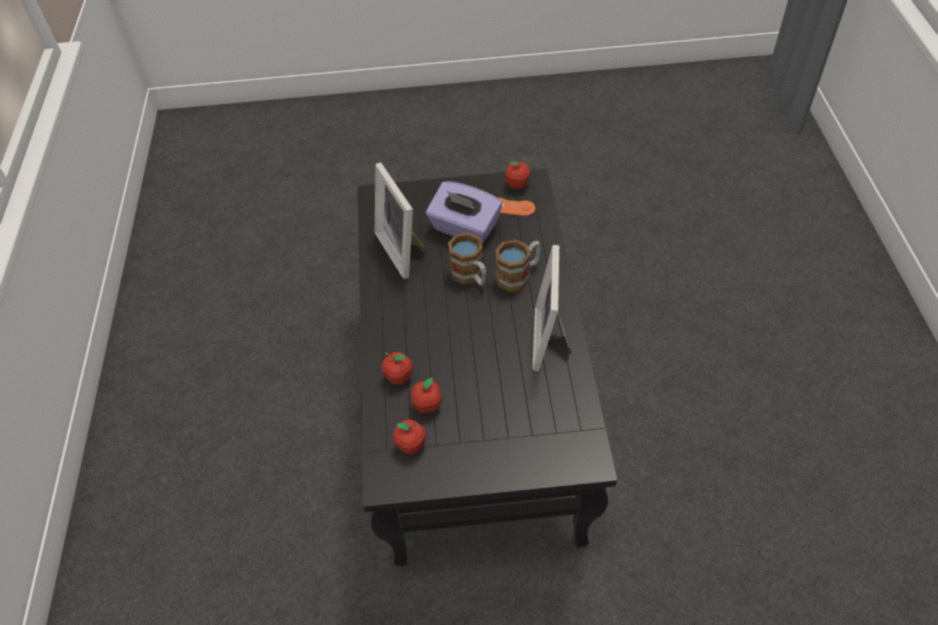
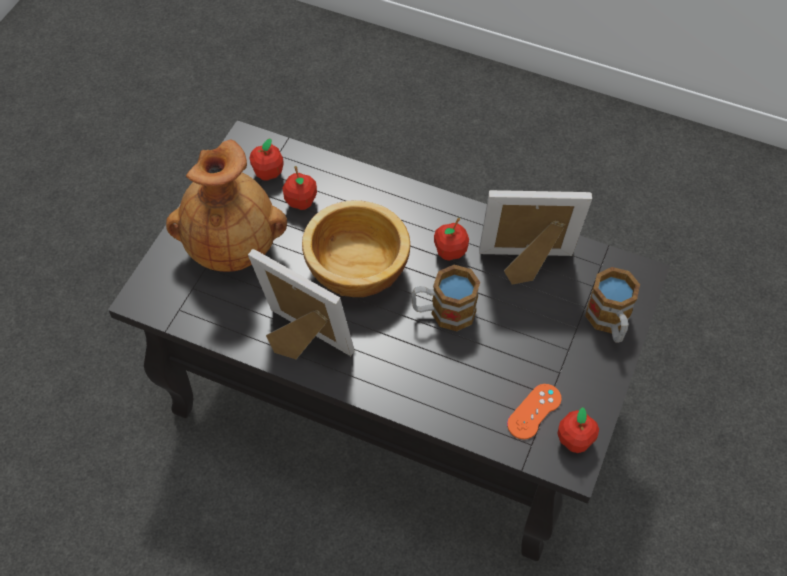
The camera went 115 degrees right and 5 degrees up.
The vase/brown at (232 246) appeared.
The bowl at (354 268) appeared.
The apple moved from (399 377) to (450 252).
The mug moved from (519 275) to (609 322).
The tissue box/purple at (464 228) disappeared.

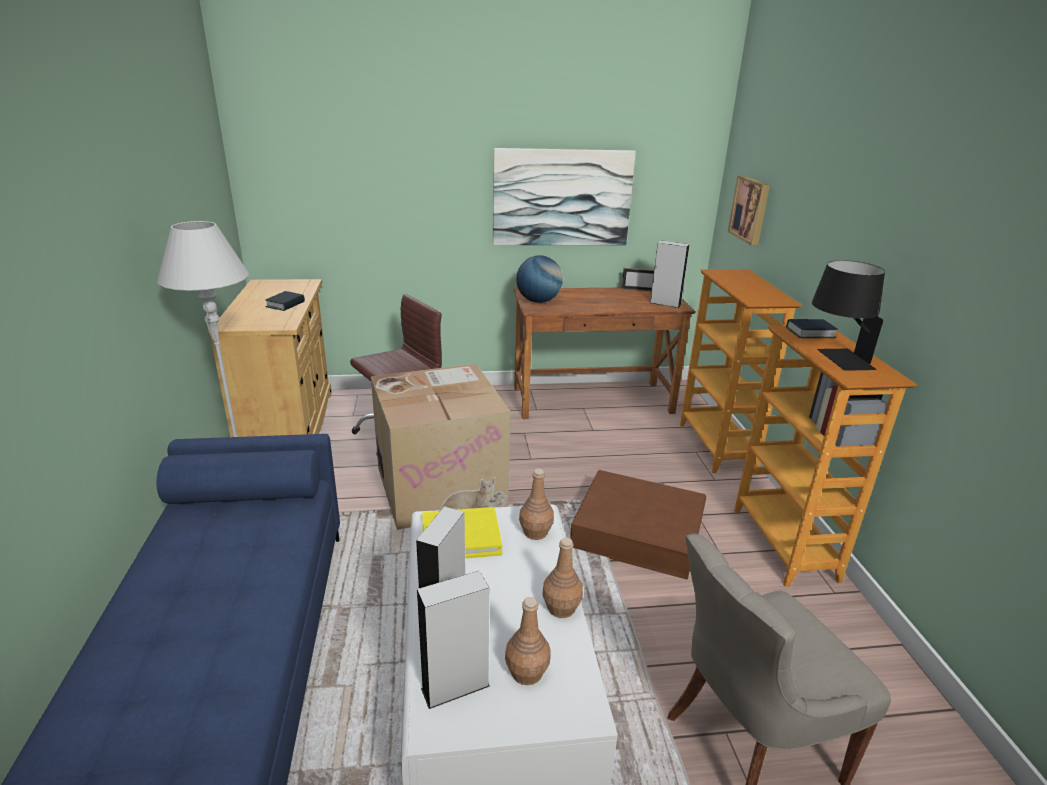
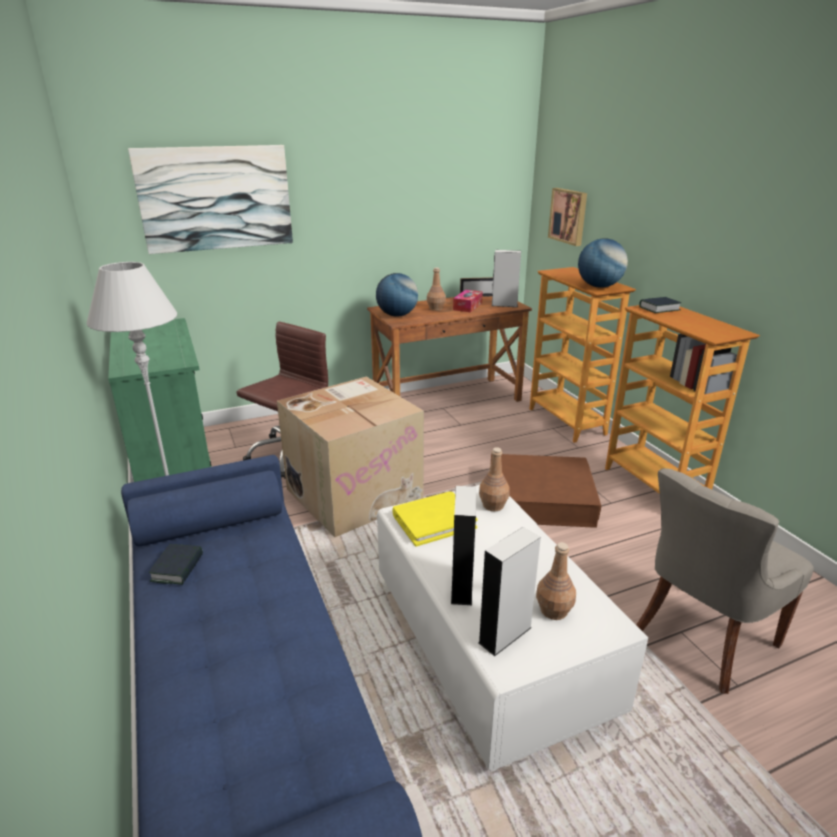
The camera went 15 degrees left and 0 degrees up.
The cabinet/beige at (289 425) became the cabinet/green at (175 466).
The picture moved from (562 198) to (216 198).
The book moved from (285 304) to (177 568).
The bottle/brown moved from (560 608) to (435 308).
The tissue box at (467 306) appeared.
The globe at (599 286) appeared.
The table lamp/black at (835 359) disappeared.

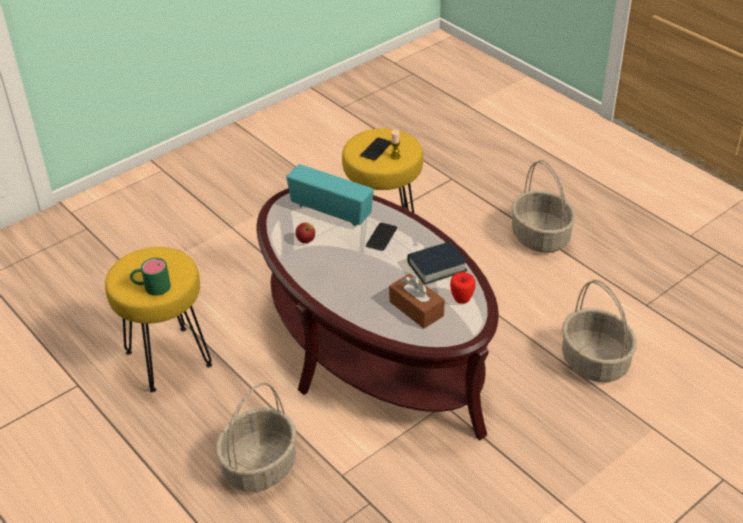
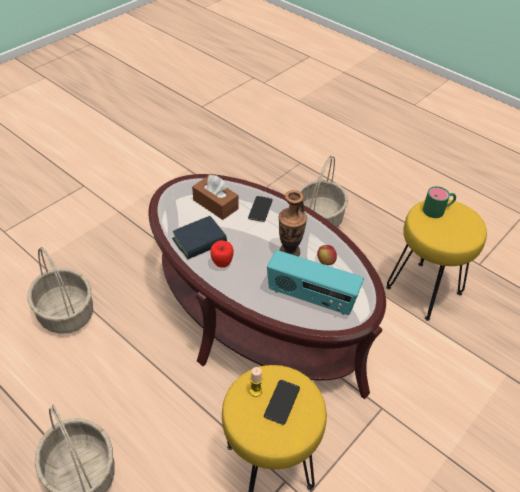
The camera went 170 degrees right and 5 degrees up.
The apple moved from (462 299) to (222 264).
The phone moved from (381 237) to (260 209).
The vase at (289 252) appeared.

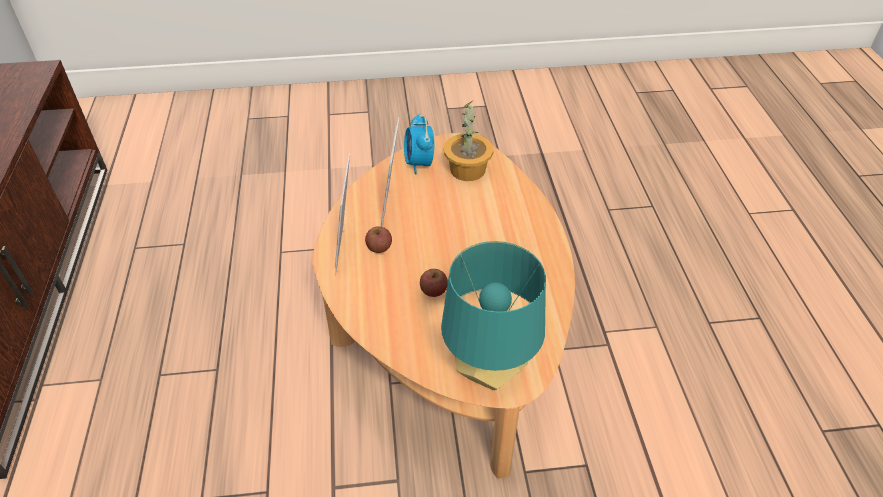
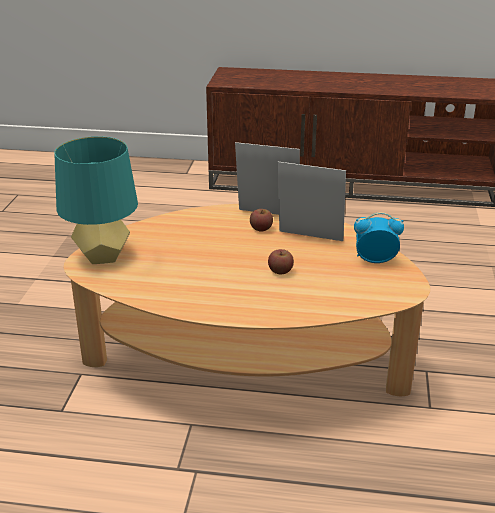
The camera went 105 degrees right and 15 degrees down.
The apple moved from (433 290) to (280 271).
The potted plant at (468 170) disappeared.

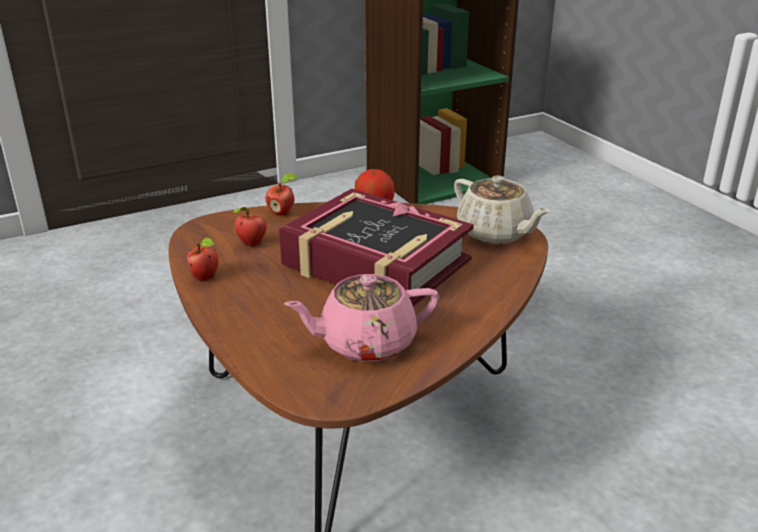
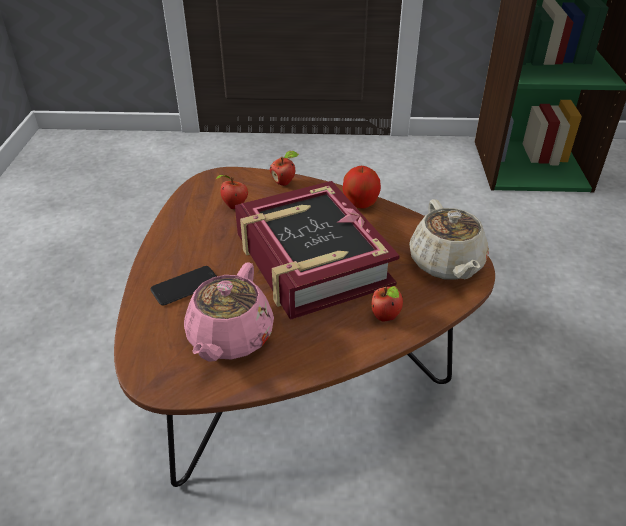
The camera went 30 degrees right and 10 degrees up.
The phone at (185 286) appeared.
The teapot/pink at (365 343) turned 90 degrees counterclockwise.
The apple moved from (206 278) to (386 317).

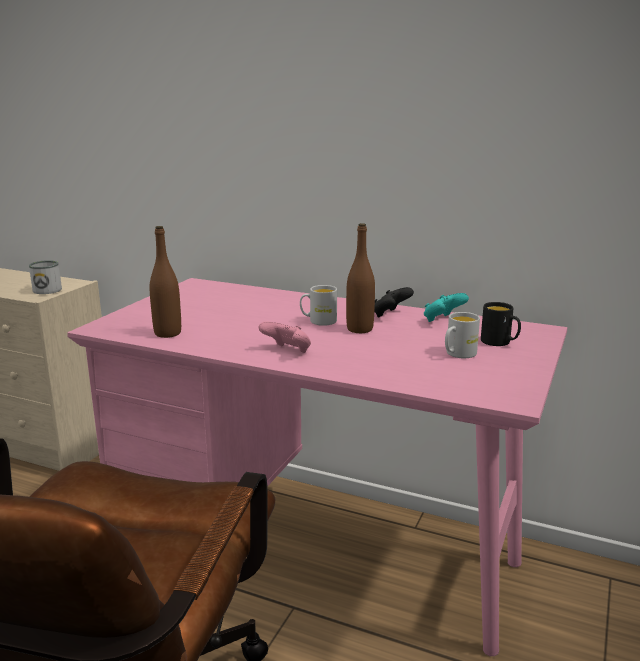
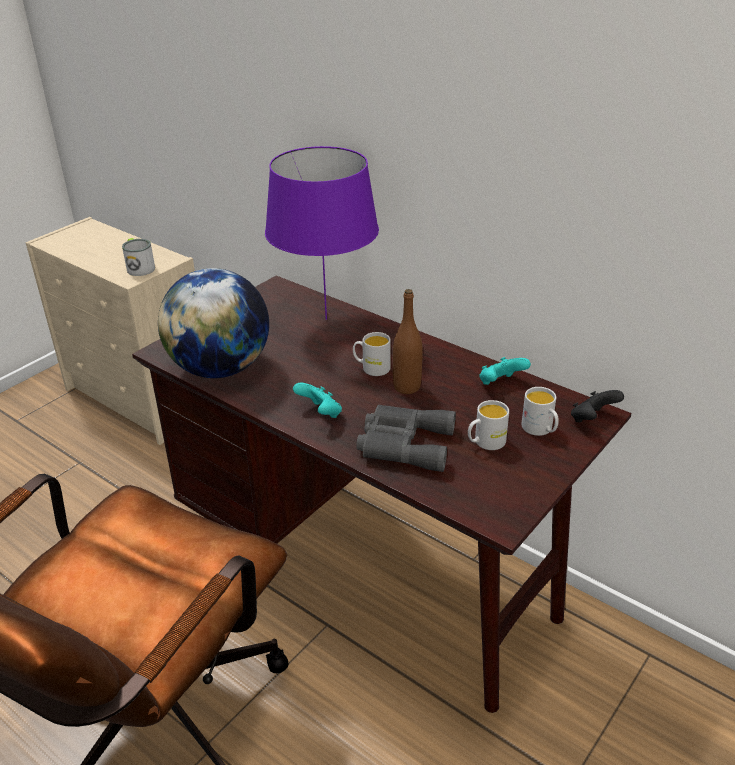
The camera went 15 degrees right and 15 degrees up.
The desk/pink at (320 551) became the desk/brown at (371 569).
The bottle/brown at (167 333) was replaced by the globe at (220 368).
The table lamp/purple at (325 319) appeared.
The game controller/pink at (287 351) became the game controller/turquoise at (320 413).
The binoculars/grey at (403 443) appeared.
The mug/black at (500 342) became the mug/white at (540 430).
The game controller/black moved from (390 315) to (592 419).

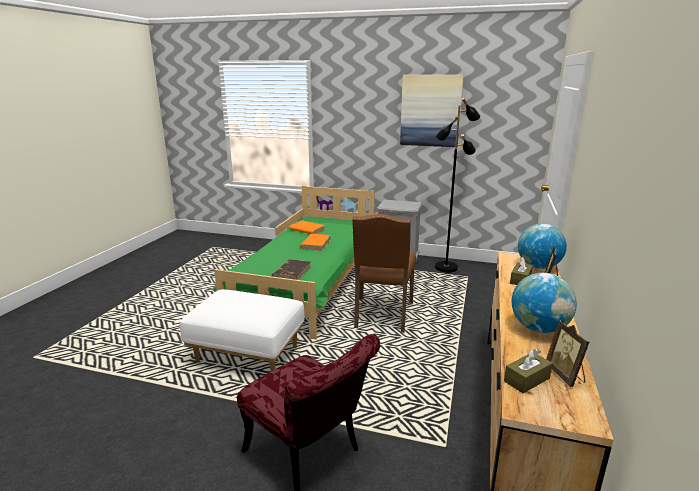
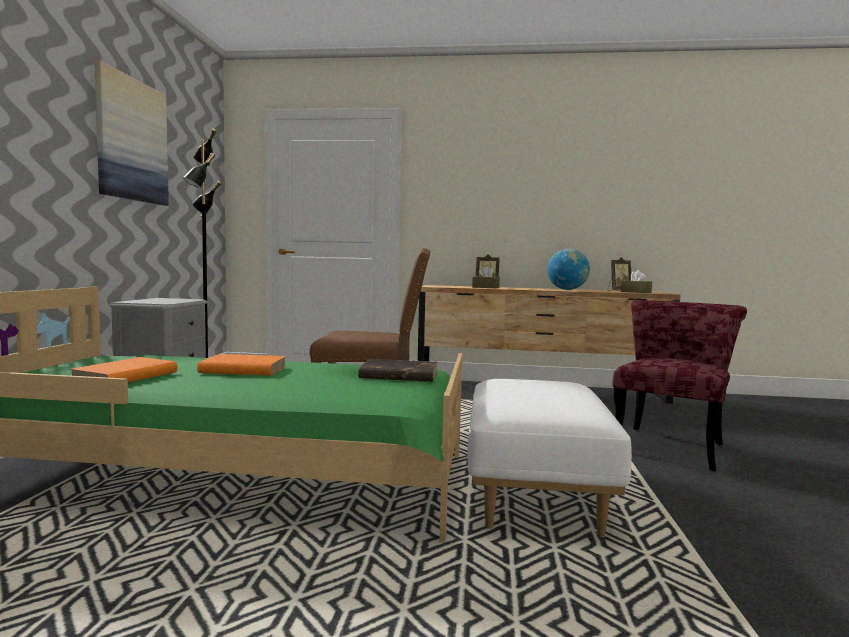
The camera went 100 degrees left and 15 degrees down.
The globe at (538 266) disappeared.

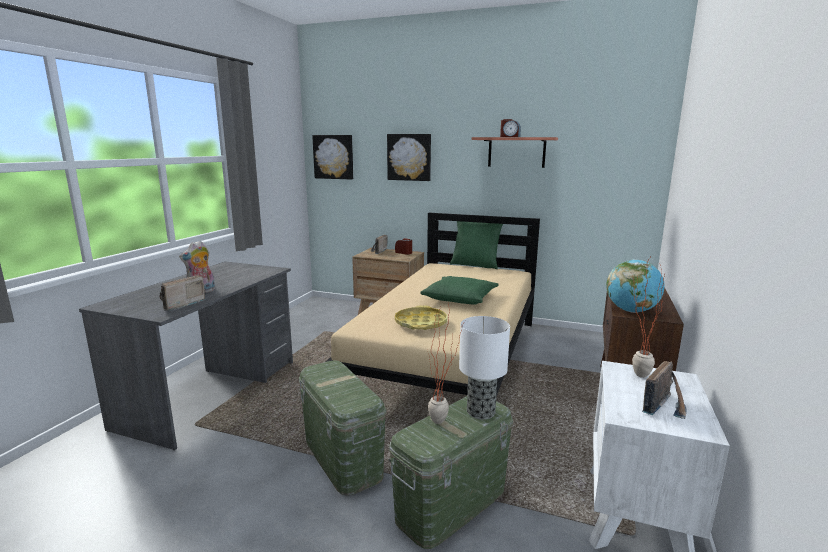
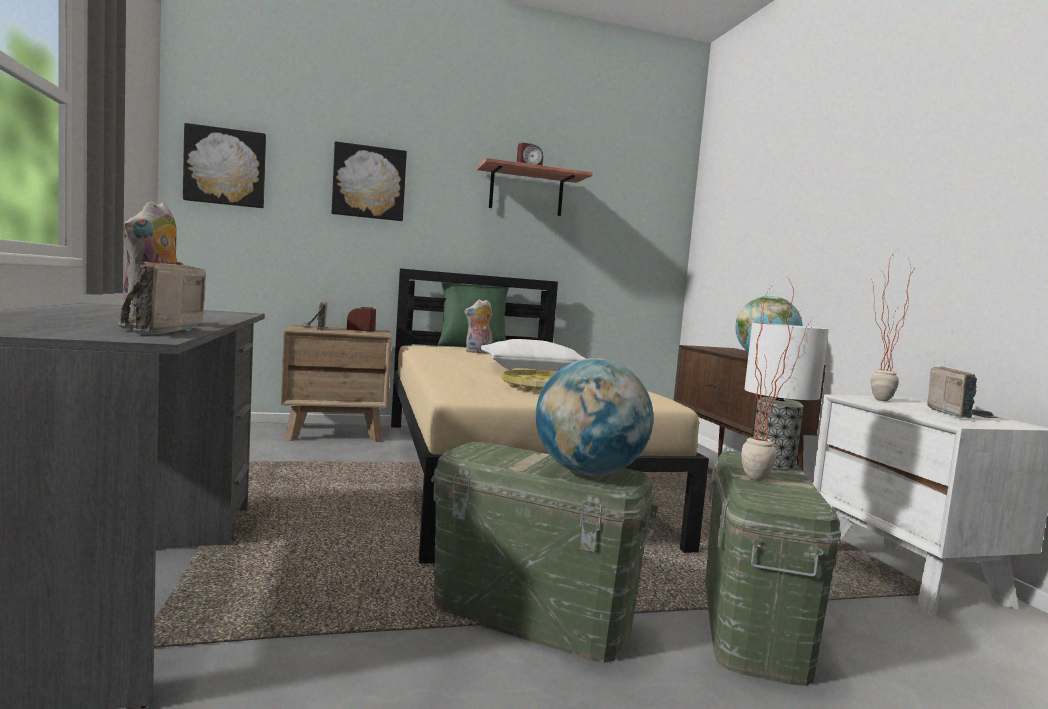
The camera went 35 degrees left and 10 degrees down.
The plush toy at (478 352) appeared.
The pillow/green at (460 297) became the pillow/white at (530 368).
The globe at (588 473) appeared.

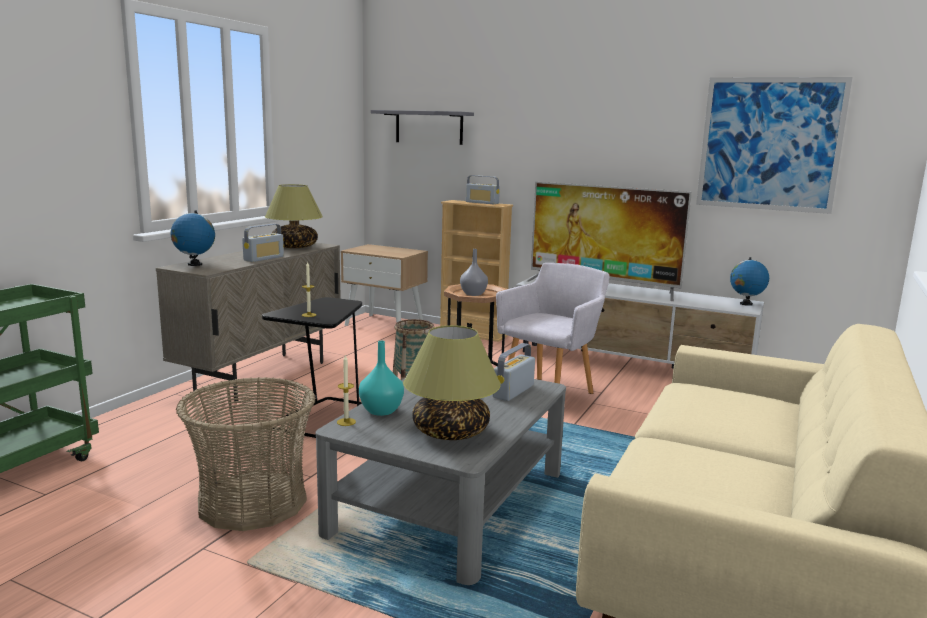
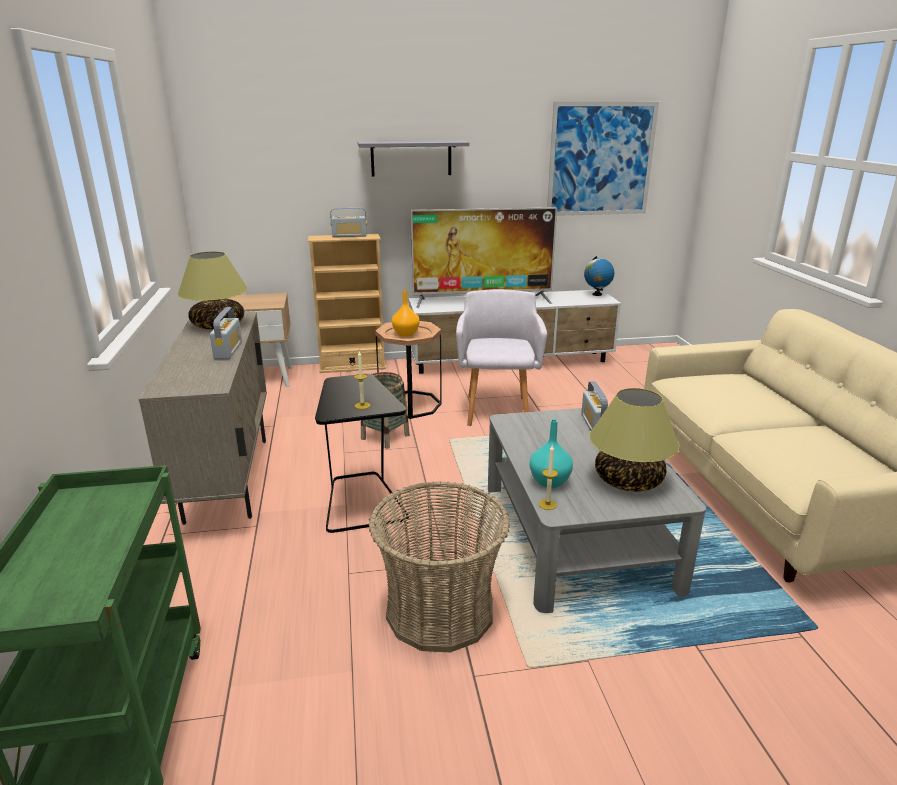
The camera went 35 degrees left and 10 degrees up.
The shelf/grey moved from (429 127) to (411 158).
The vase/grey at (474 294) became the vase/orange at (406 334).
The globe at (194 264) disappeared.

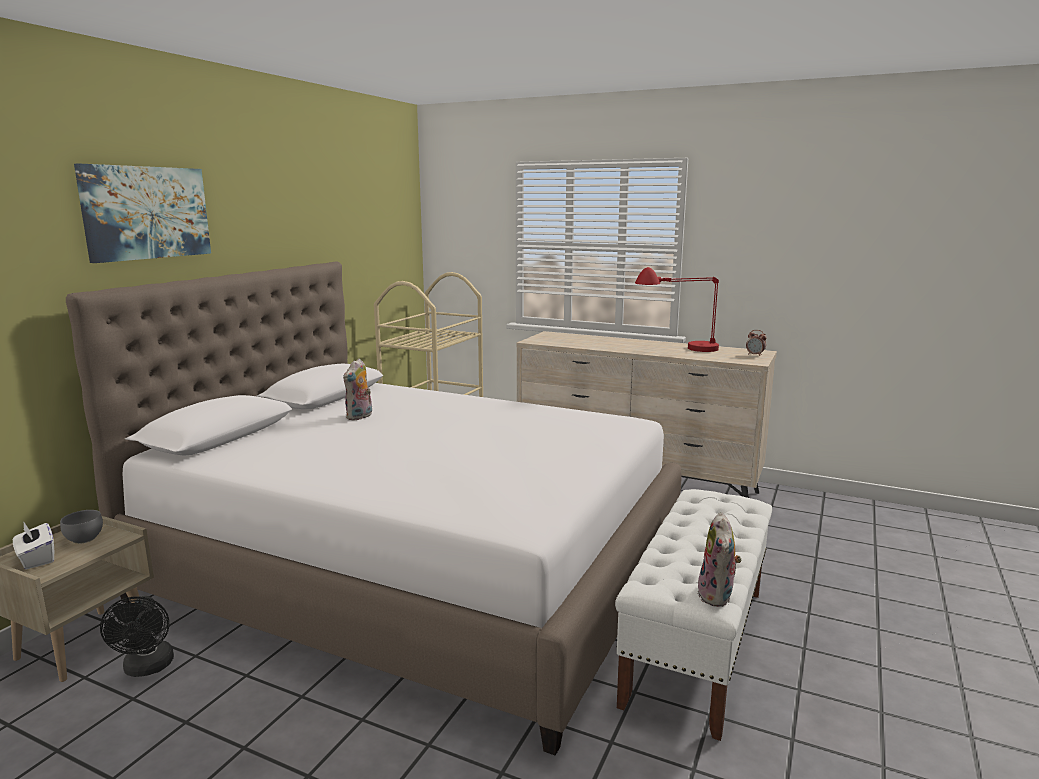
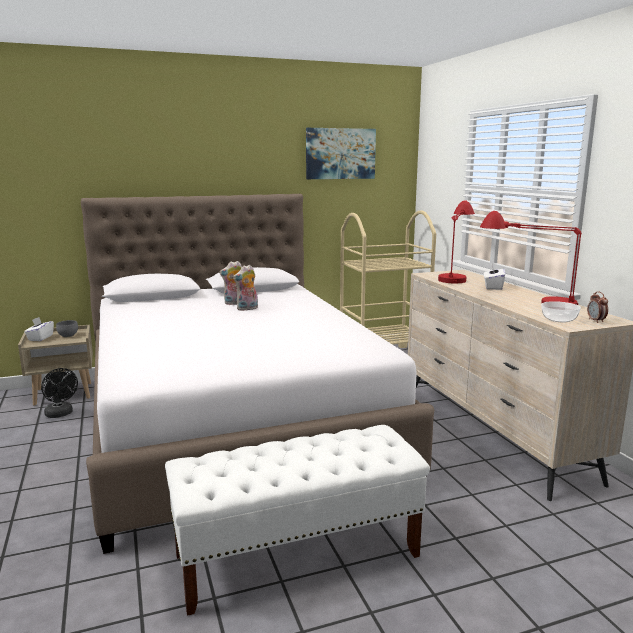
The camera went 45 degrees right and 0 degrees up.
The fan/black at (147 668) turned 75 degrees counterclockwise.
The plush toy moved from (718 596) to (247 309).
The picture moved from (146 212) to (340 153).
The table lamp/red at (455 276) appeared.
The tissue box/white at (493 287) appeared.
The bowl at (559 319) appeared.

